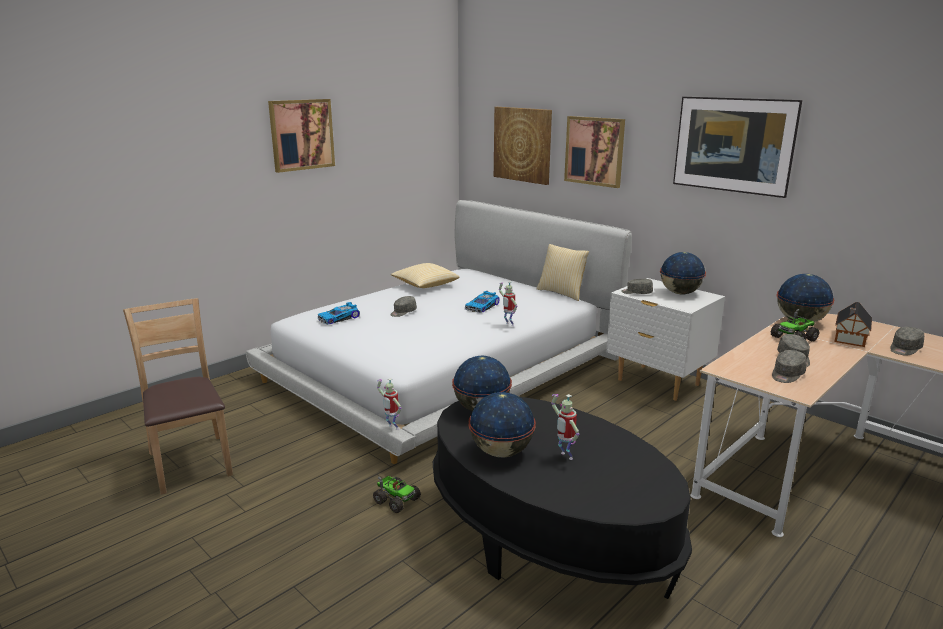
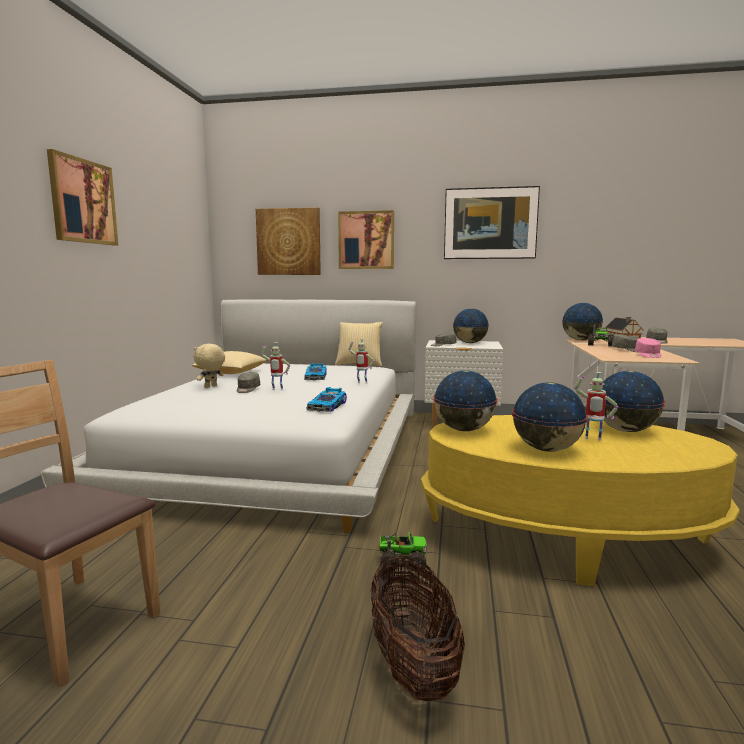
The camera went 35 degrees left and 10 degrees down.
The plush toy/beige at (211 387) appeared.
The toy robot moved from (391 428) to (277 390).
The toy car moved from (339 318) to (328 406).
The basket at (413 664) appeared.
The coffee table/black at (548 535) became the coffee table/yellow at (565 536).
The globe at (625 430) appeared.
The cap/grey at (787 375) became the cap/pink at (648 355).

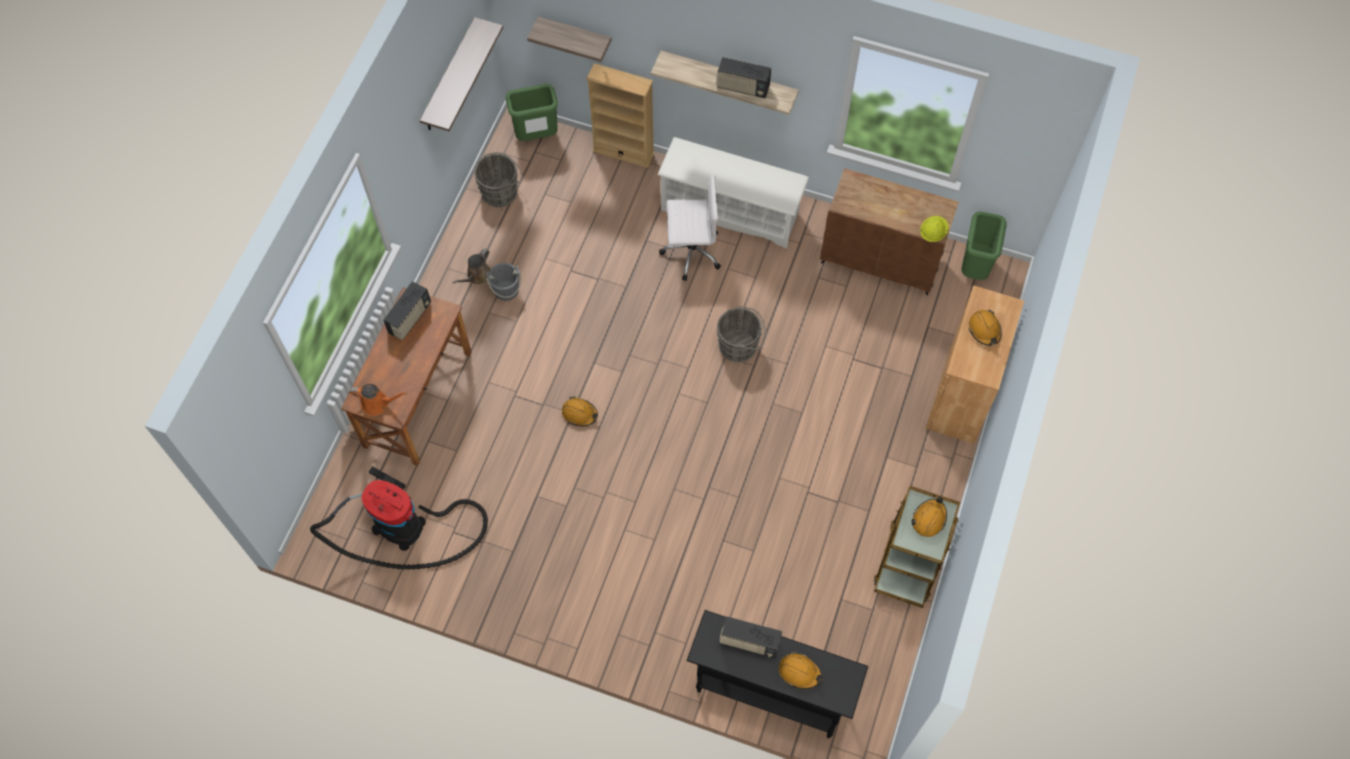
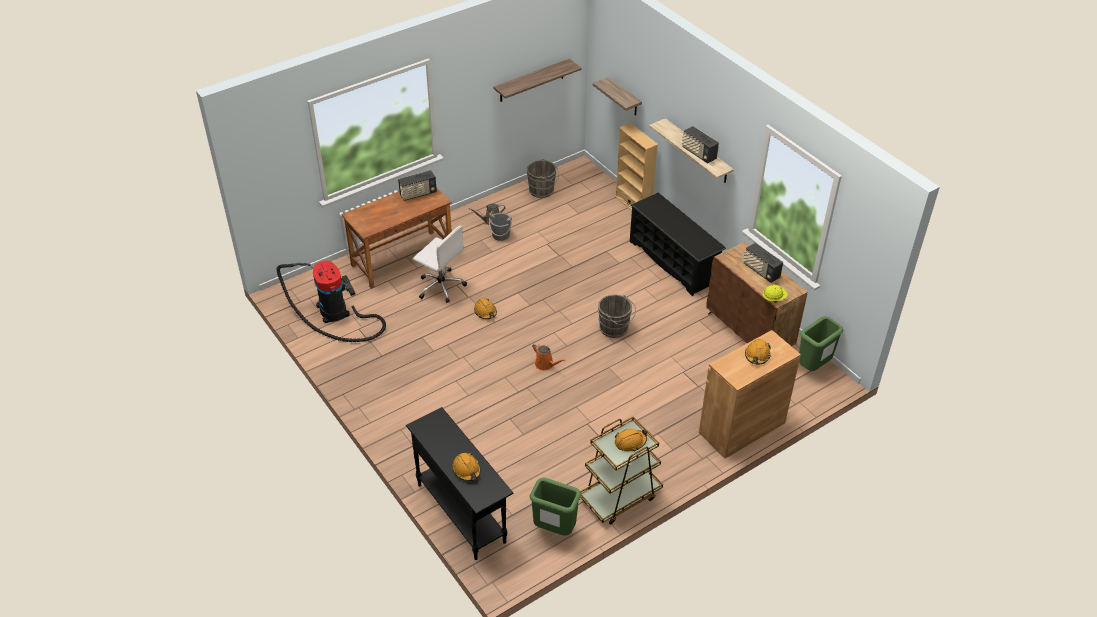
The camera went 35 degrees right and 20 degrees down.
The office chair/white moved from (690 251) to (440 286).
The trash can/green moved from (536 137) to (554 530).
The watering can/orange moved from (378 403) to (545 364).
The shoe rack/white at (731 211) became the shoe rack/black at (673 261).
The radio moved from (749 642) to (761 271).

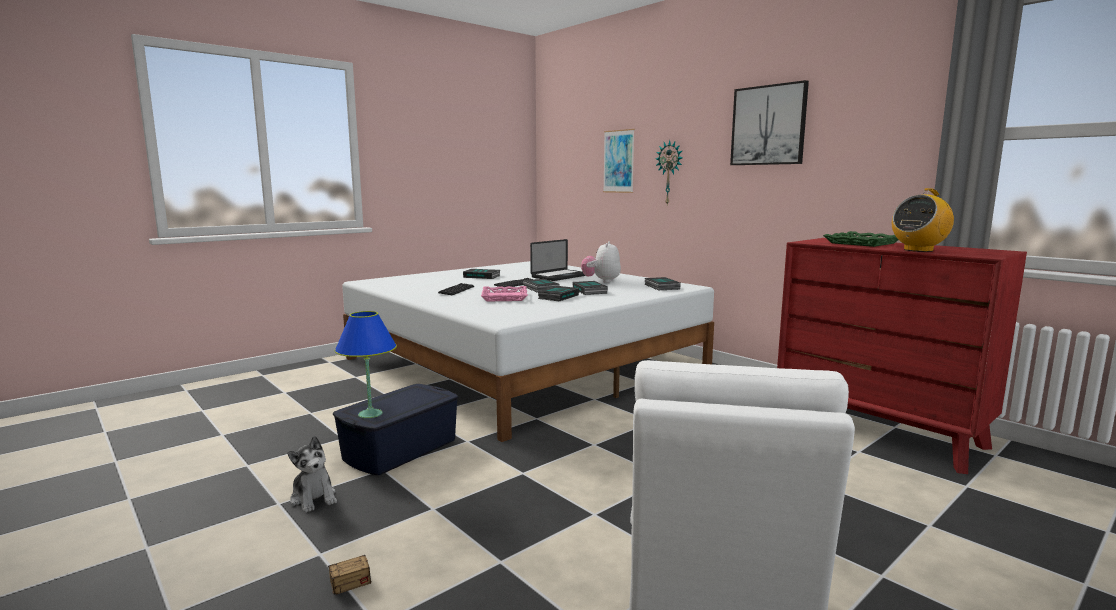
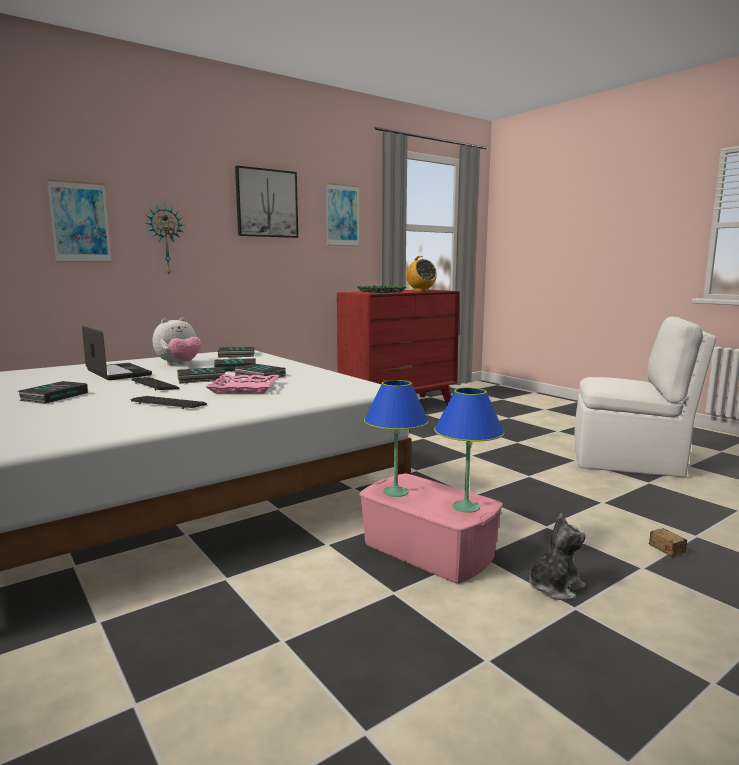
The camera went 85 degrees left and 0 degrees up.
The plush toy at (601 281) turned 60 degrees counterclockwise.
The picture at (342 215) appeared.
The storage box/blue at (399 449) became the storage box/pink at (428 551).
The table lamp/blue at (395 492) appeared.

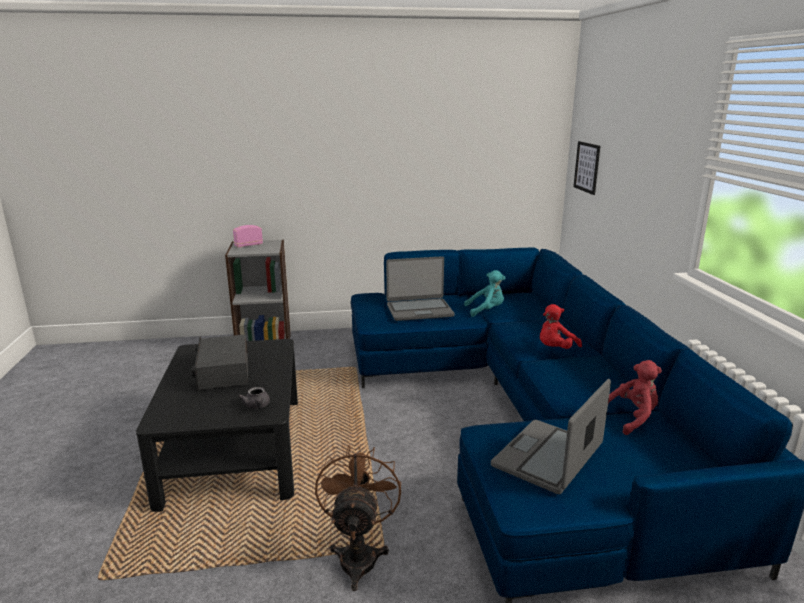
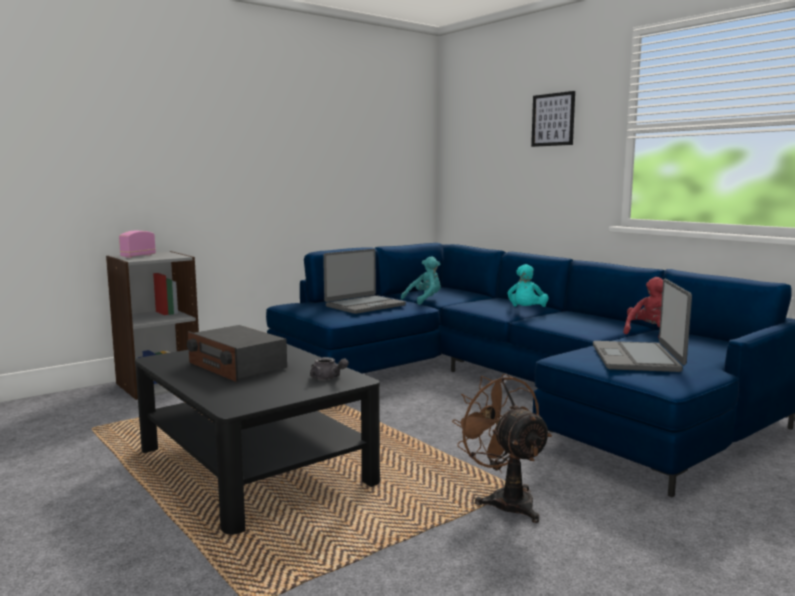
The camera went 30 degrees left and 10 degrees down.
The plush toy/red at (555 349) became the plush toy/turquoise at (526 311).
The picture moved from (587 167) to (553 119).

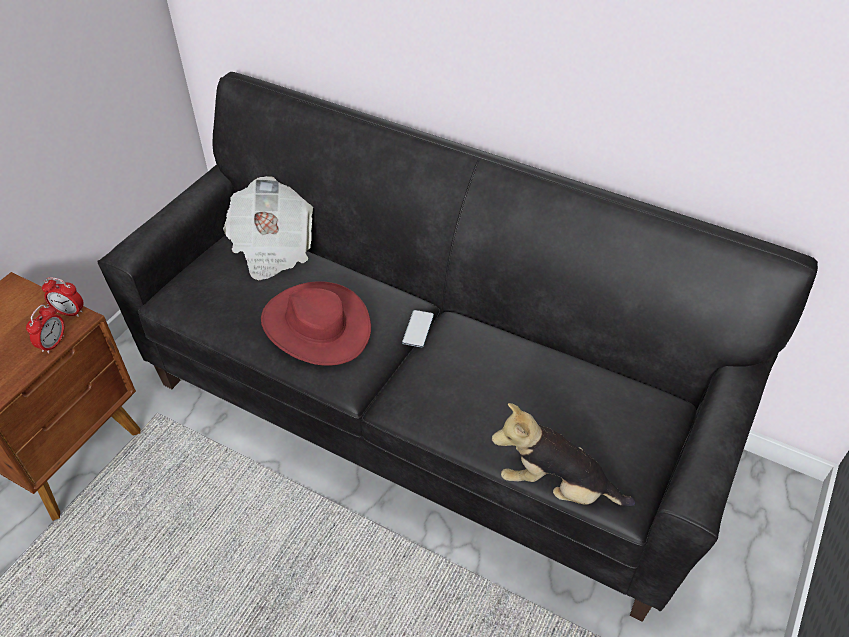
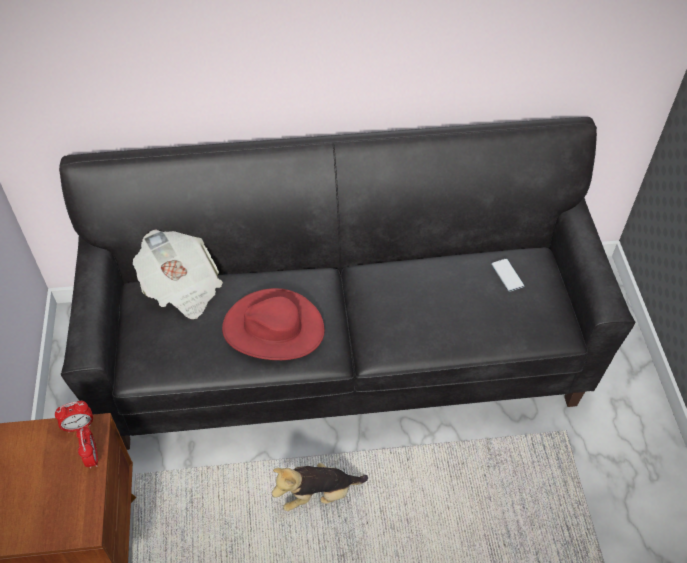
The camera went 35 degrees left and 5 degrees up.
The plush toy moved from (556 486) to (318 494).
The phone moved from (418 329) to (507 275).

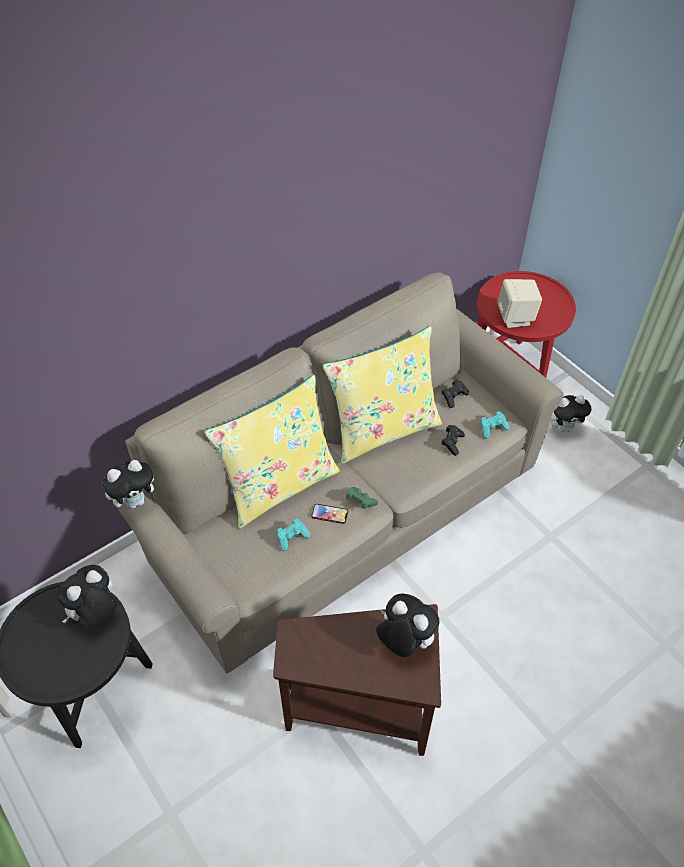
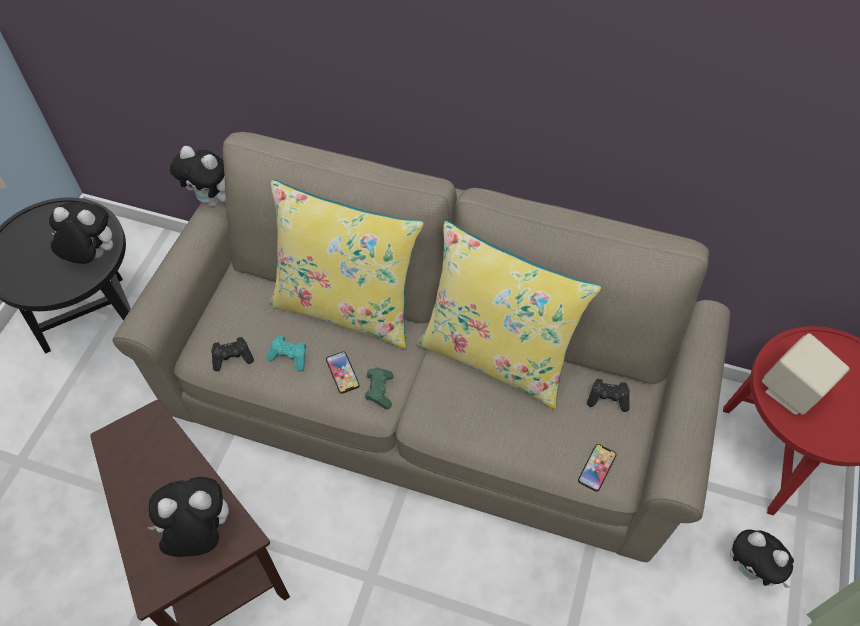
The camera went 55 degrees right and 5 degrees up.
The plush toy at (404 641) turned 105 degrees counterclockwise.
The game controller/black moved from (452 443) to (233 358).
The game controller/turquoise at (492 428) was replaced by the phone at (597 468).

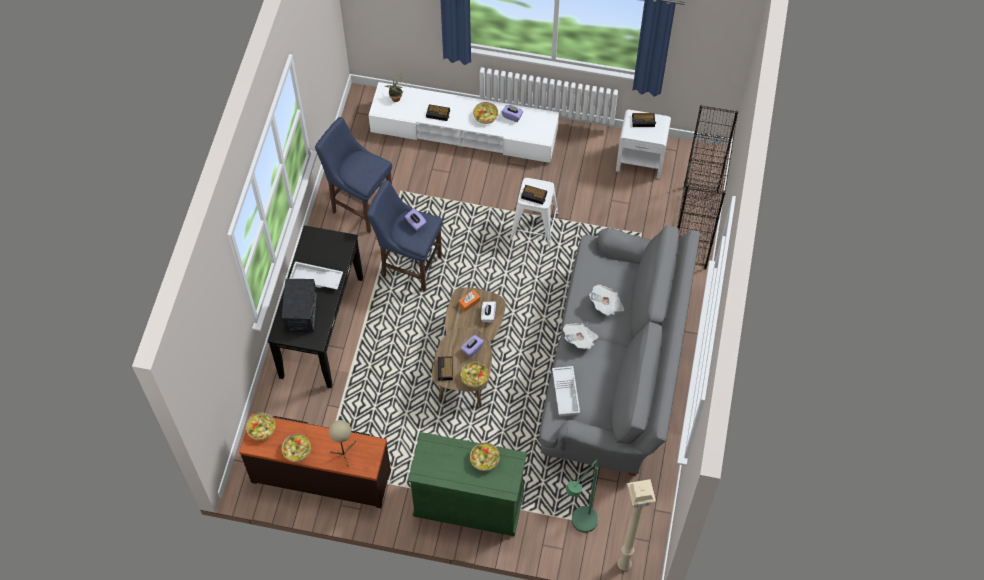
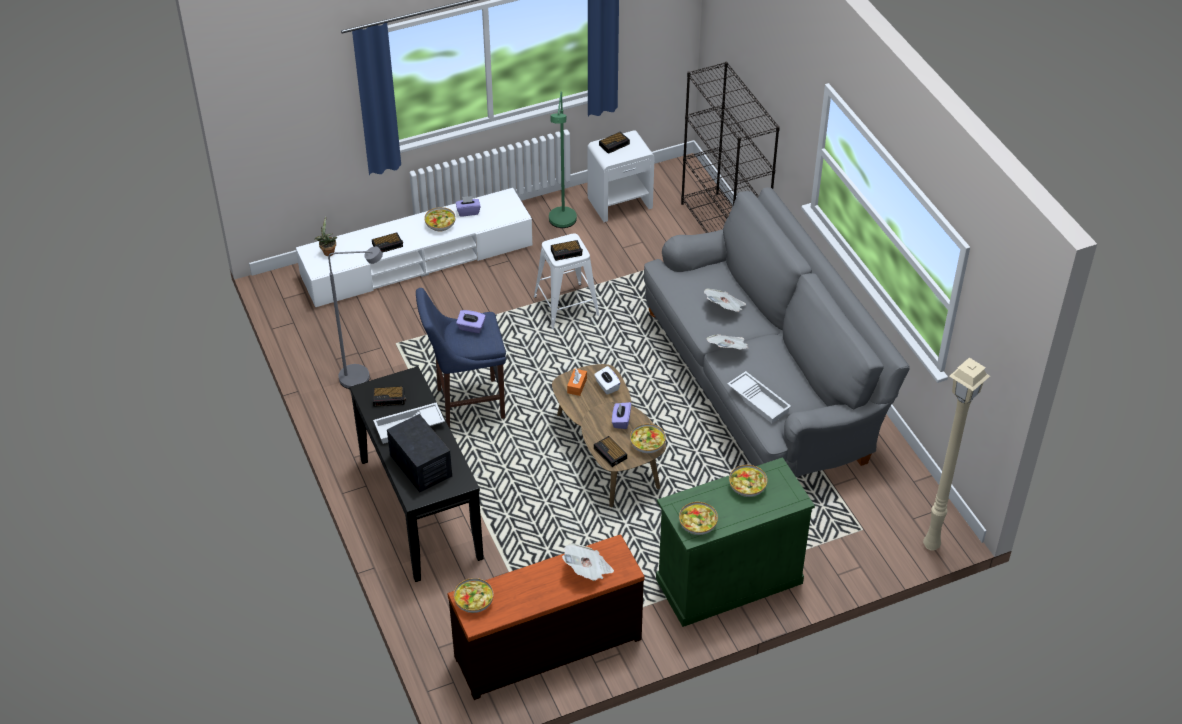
The camera went 35 degrees left and 15 degrees down.
The stool/blue at (360 205) was replaced by the floor lamp/grey at (363 378).
The alarm clock at (389 398) appeared.
The floor lamp/green moved from (580 525) to (562 224).
The table lamp/beige at (345 452) was replaced by the newspaper at (588 570).
The bowl moved from (297 450) to (698 524).

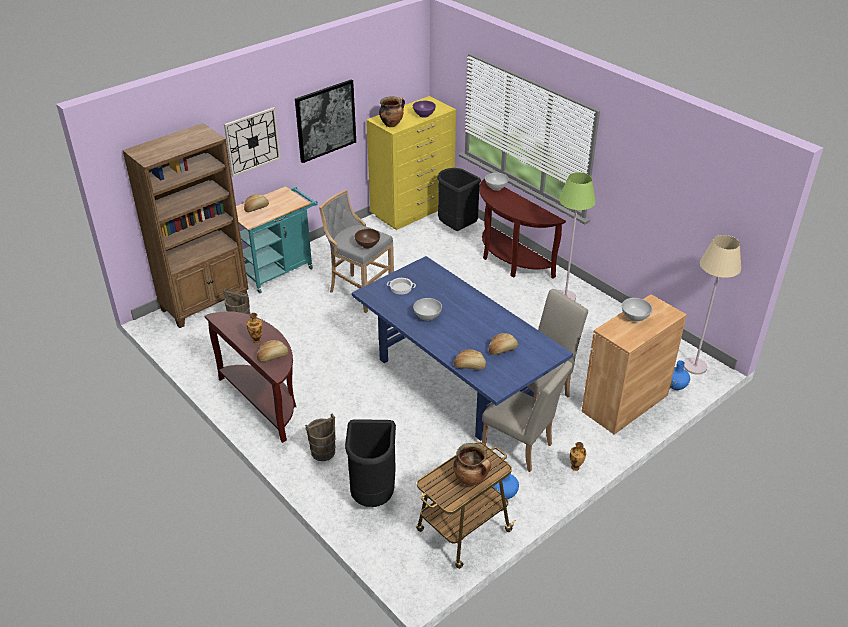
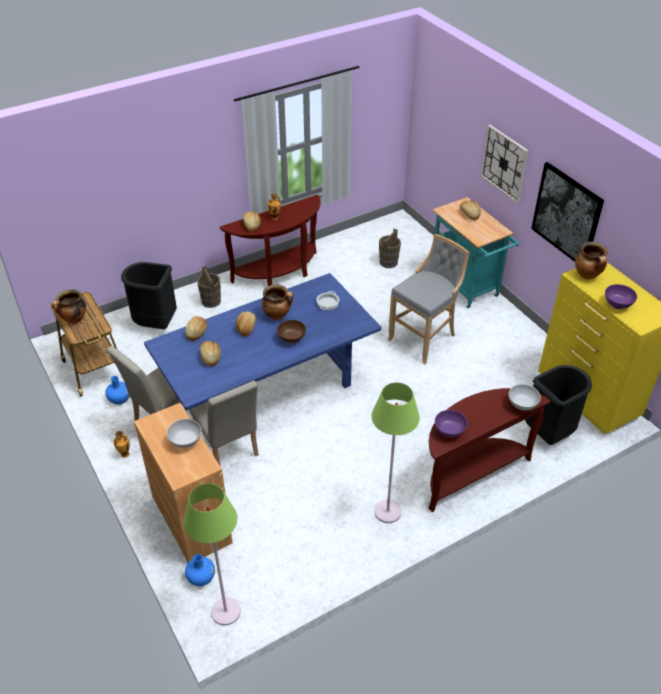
The camera went 100 degrees right and 5 degrees up.
The floor lamp/beige at (695 366) became the floor lamp/green at (225 611).
The bread at (247 328) appeared.
The bowl/white at (427 316) was replaced by the cooking pot at (277 315).
The bowl/brown moved from (367 245) to (291 338).
The bowl/purple at (449 431) appeared.
The bookcase/brown at (205 303) disappeared.

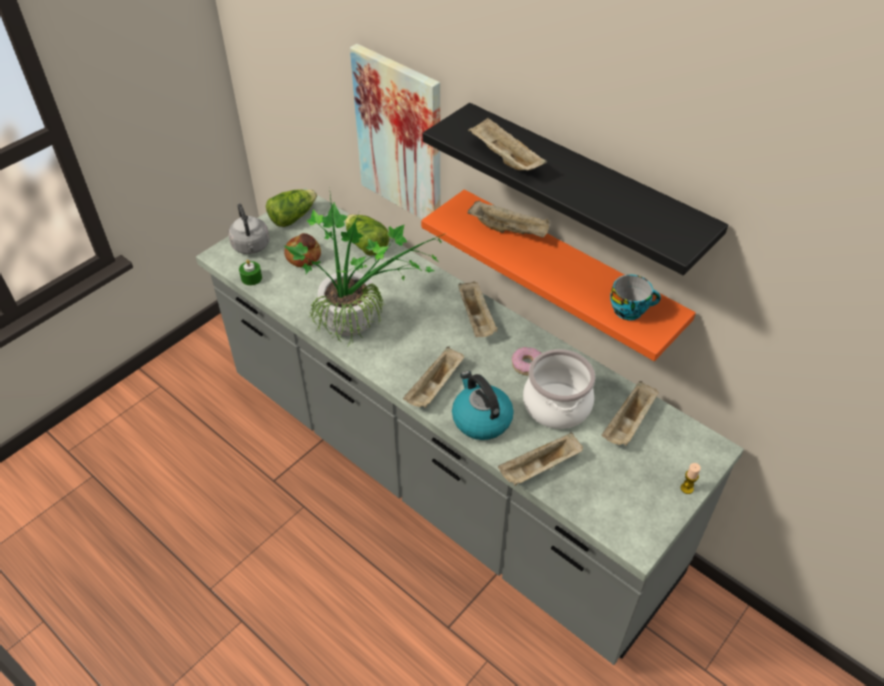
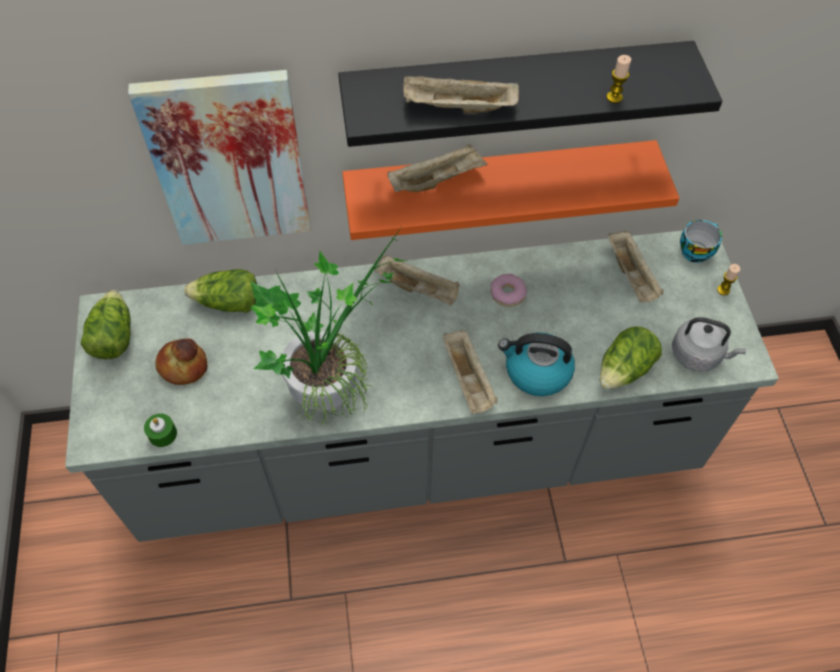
The camera went 50 degrees left and 10 degrees up.
The tray/beige at (539 468) was replaced by the lettuce at (624 370).
The candle at (614 97) appeared.
The kettle/grey moved from (251 247) to (698 355).
The cup moved from (630 310) to (695 250).
The cooking pot at (556 405) disappeared.

